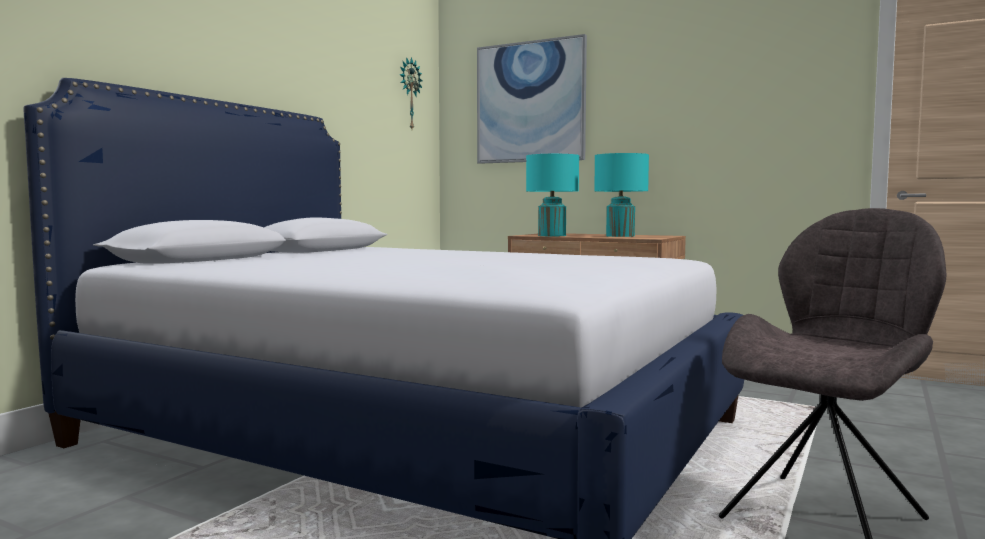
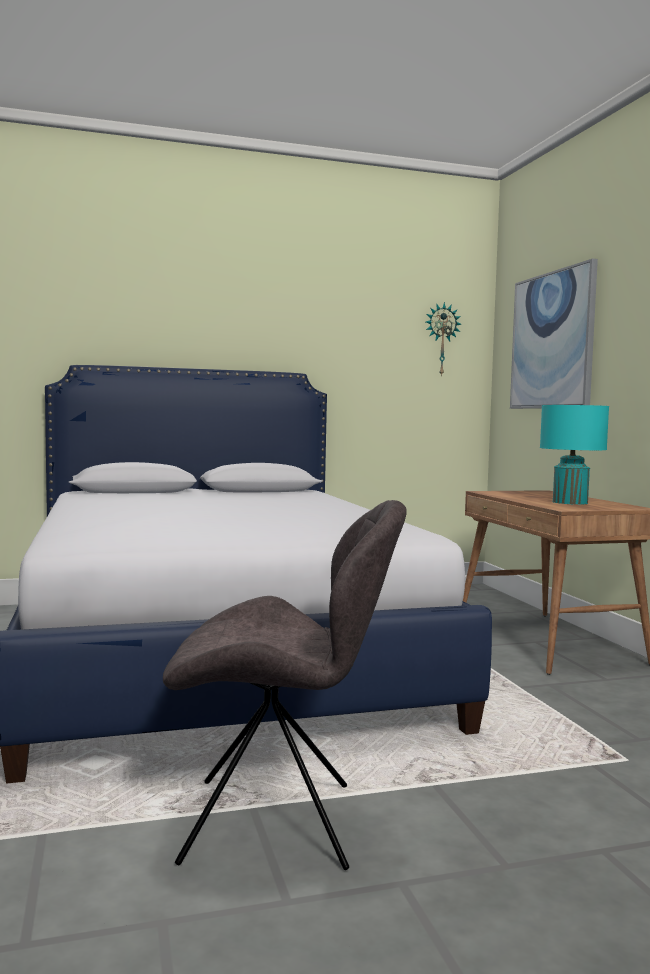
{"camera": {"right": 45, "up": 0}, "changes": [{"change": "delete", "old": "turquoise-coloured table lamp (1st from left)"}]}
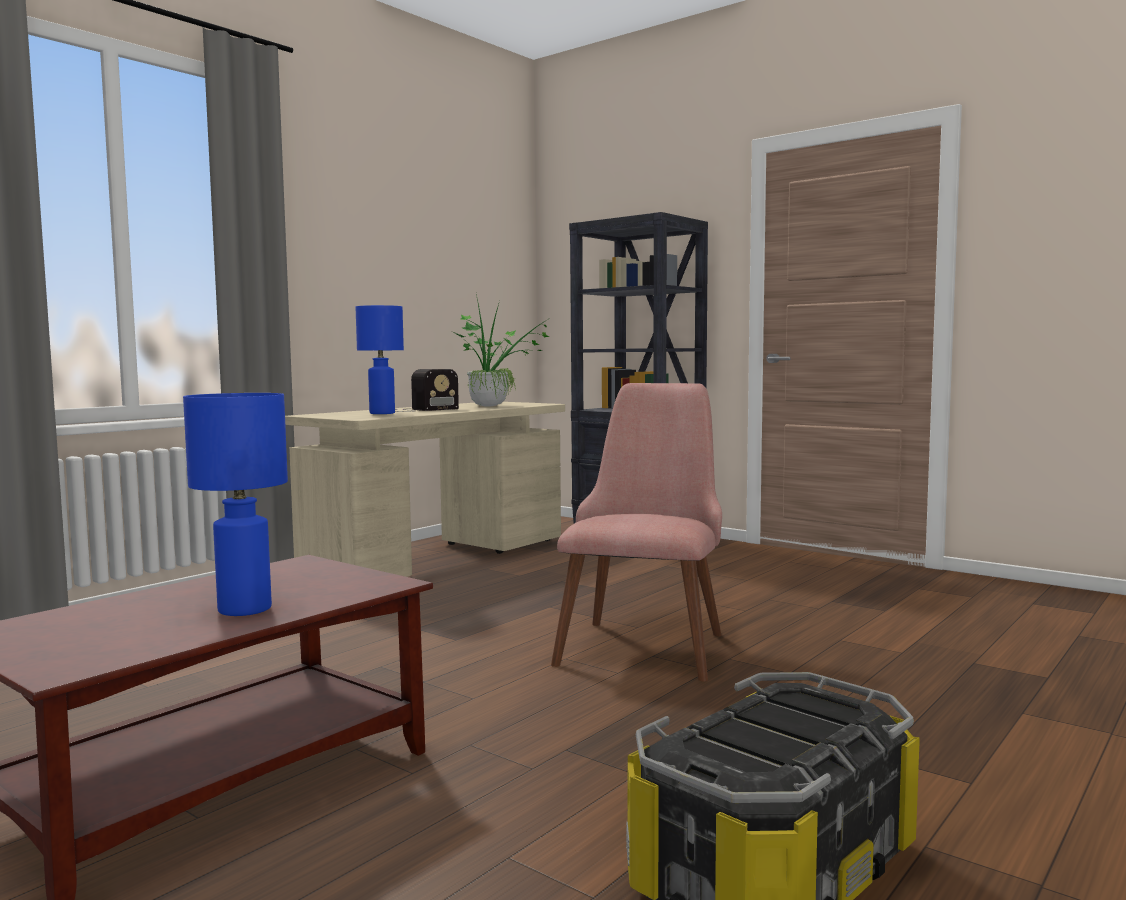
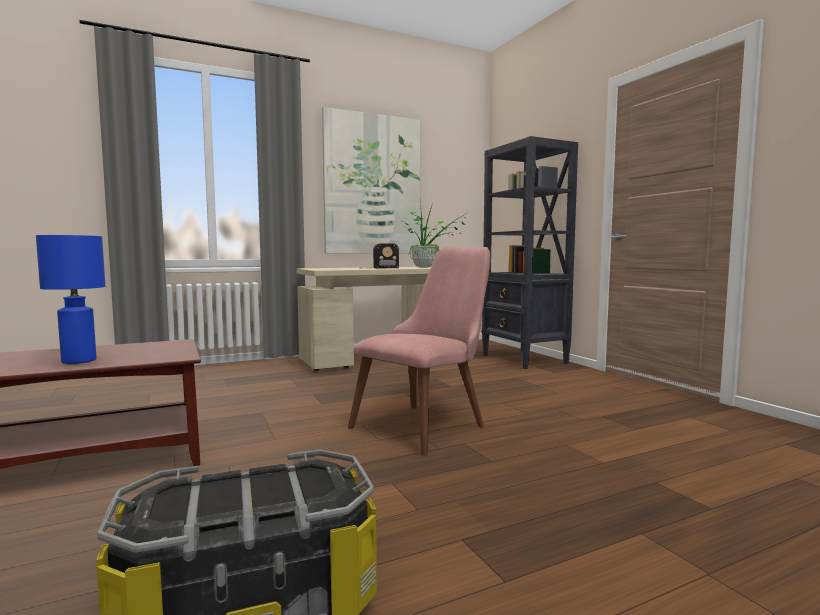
{"camera": {"right": 25, "up": 0}, "changes": [{"change": "insert", "new": "picture"}, {"change": "delete", "old": "bluish table lamp (2nd from left)"}]}
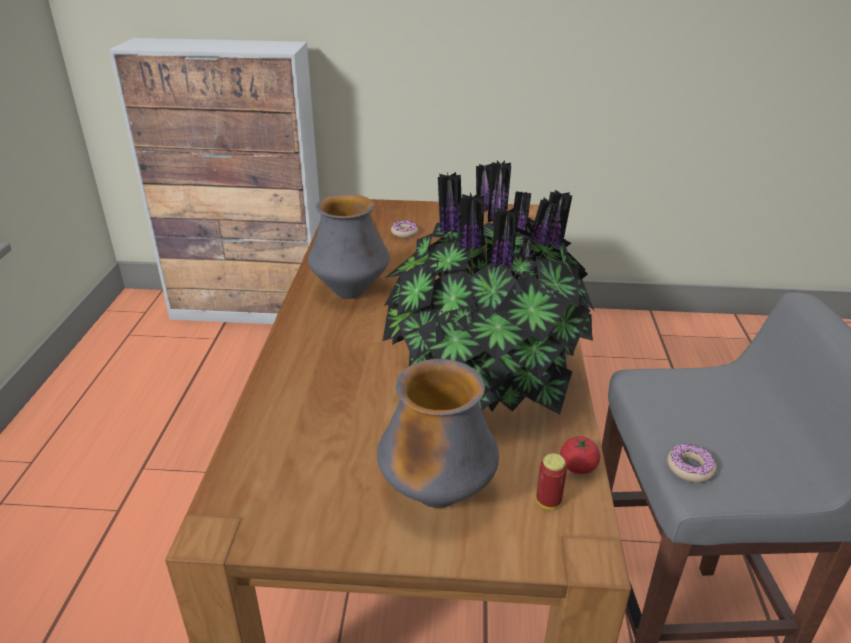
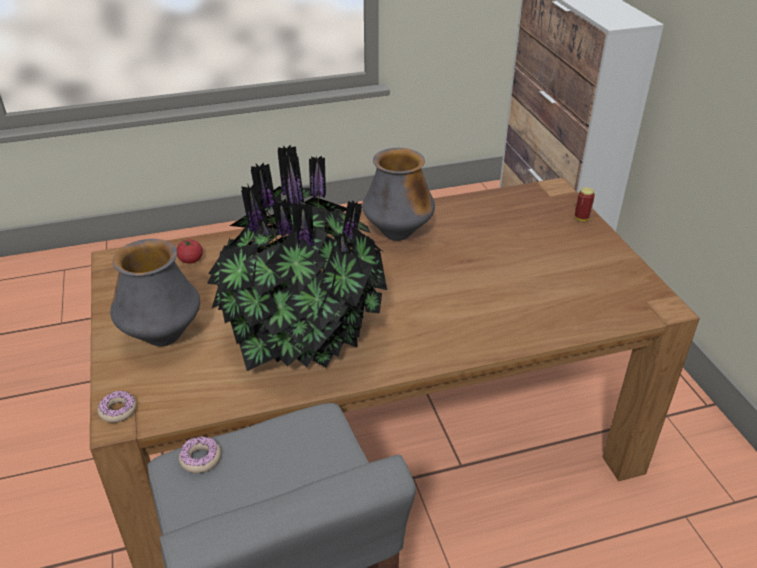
{"camera": {"right": 70, "up": 5}, "changes": [{"change": "move", "old": "donut (1st from left)"}, {"change": "move", "old": "fresh tomato"}, {"change": "move", "old": "metal can"}]}
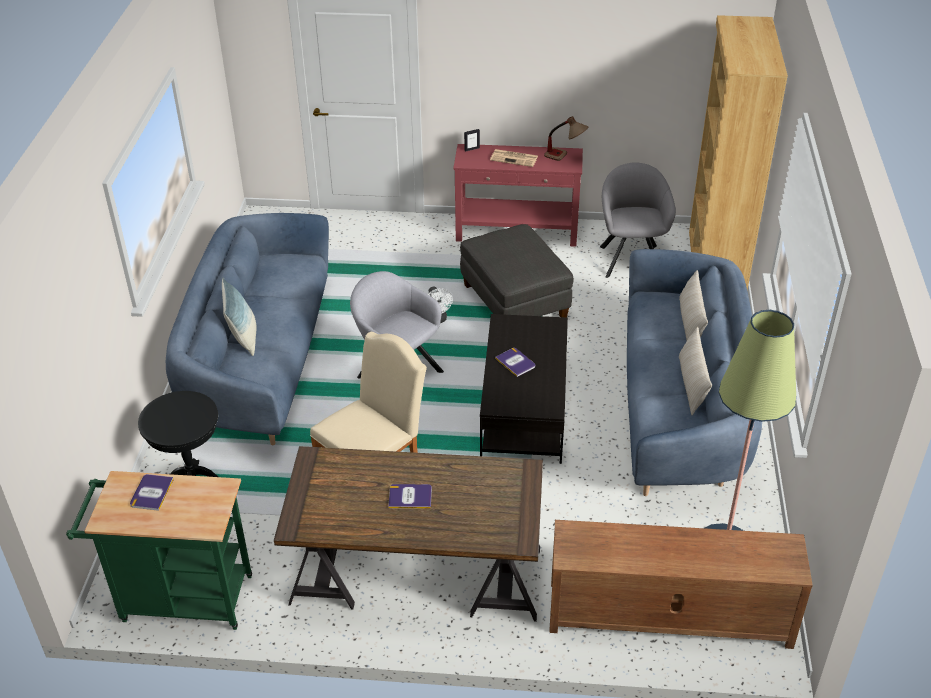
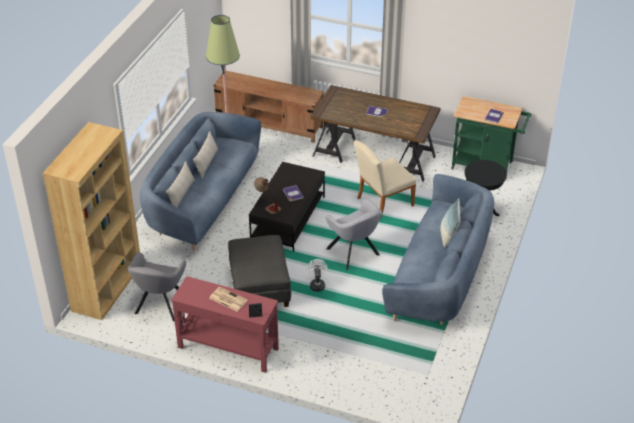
{"camera": {"right": -165, "up": 0}, "changes": [{"change": "move", "old": "table lamp"}]}
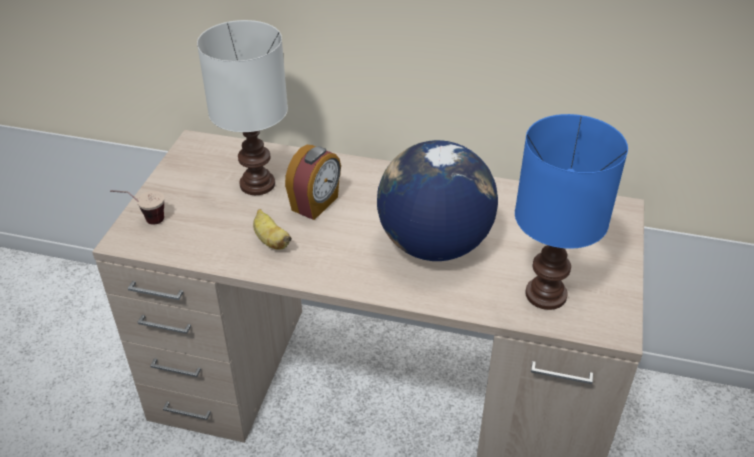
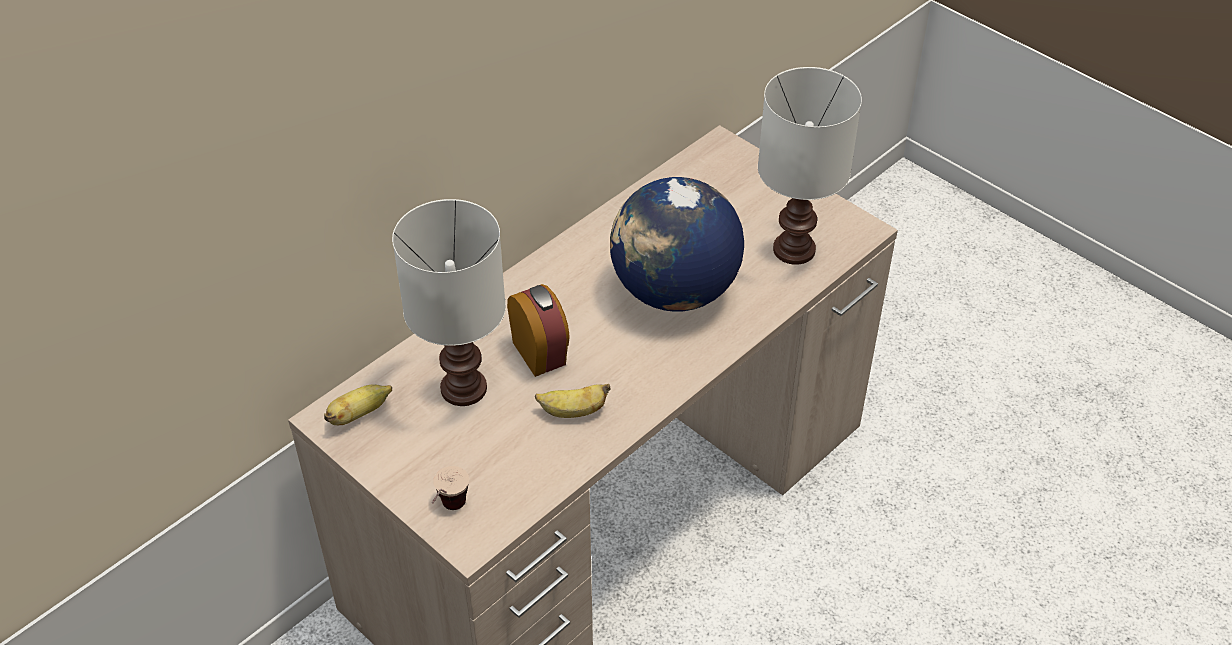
{"camera": {"right": -60, "up": 5}, "changes": [{"change": "insert", "new": "banana fruit (1st from left)"}, {"change": "recolor", "old": "bluish table lamp", "new": "white table lamp (2nd from left)"}]}
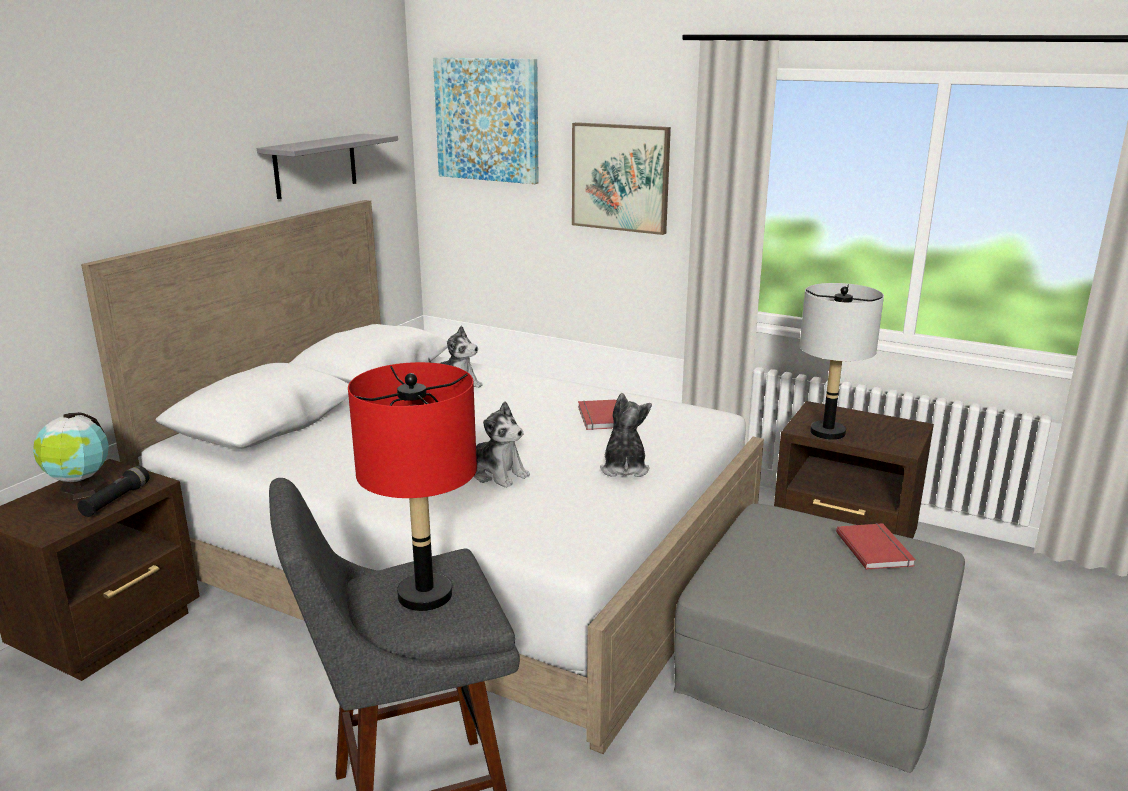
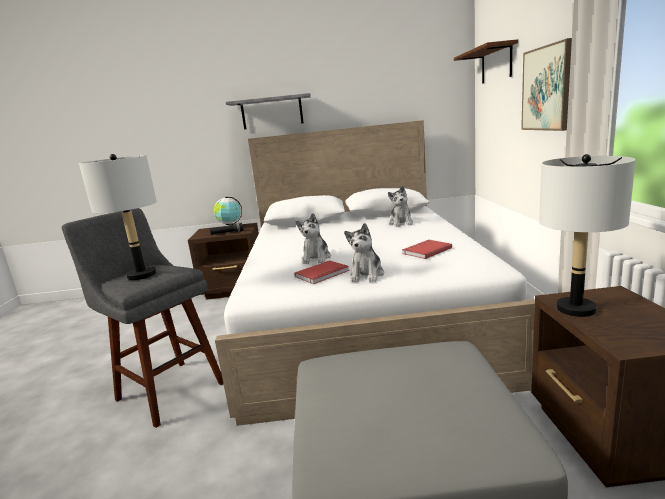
{"camera": {"right": 60, "up": -5}, "changes": [{"change": "recolor", "old": "red-coloured table lamp", "new": "grey table lamp (1st from left)"}, {"change": "move", "old": "grey shelf"}, {"change": "move", "old": "red-coloured volume (2nd from left in the first image)", "new": "red-coloured volume (1st from left)"}, {"change": "rotate", "old": "plush toy (3rd from left in the first image)", "degrees": 135}, {"change": "replace", "old": "picture (1st from left)", "new": "brown shelf"}]}
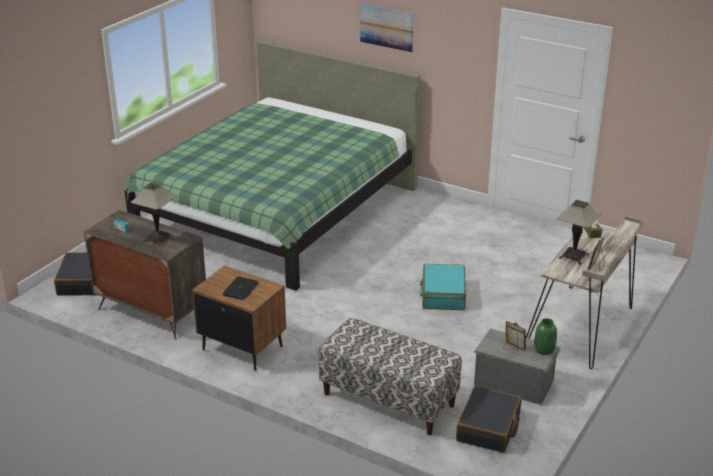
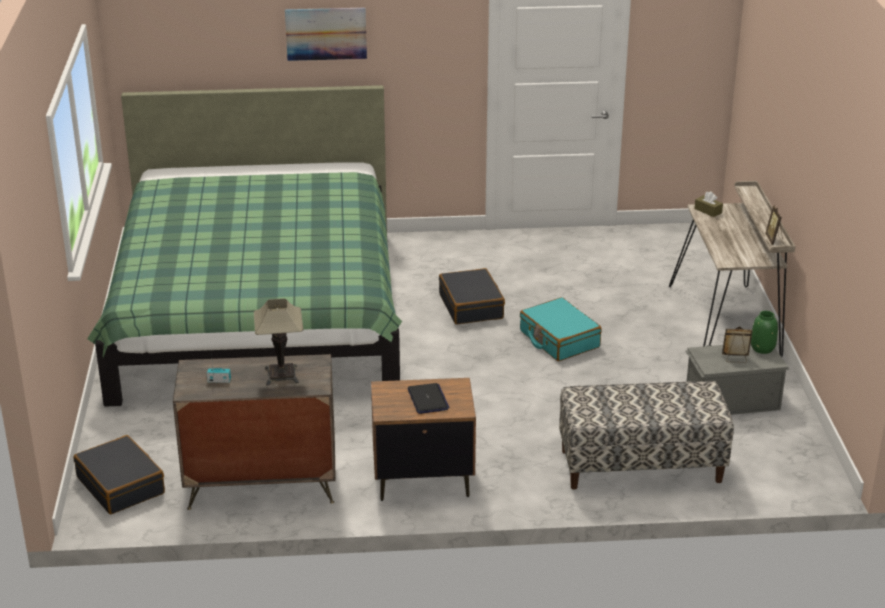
{"camera": {"right": -35, "up": 0}, "changes": [{"change": "move", "old": "black piece of luggage (2nd from left)"}, {"change": "delete", "old": "table lamp (2nd from left)"}]}
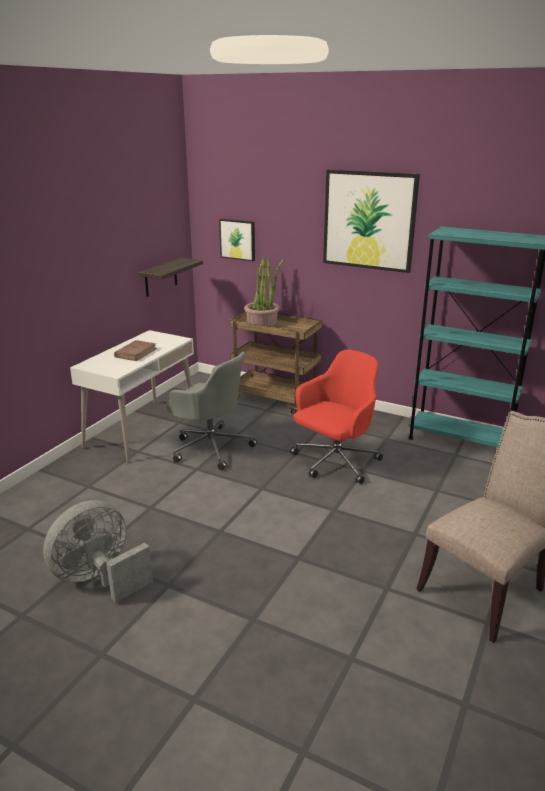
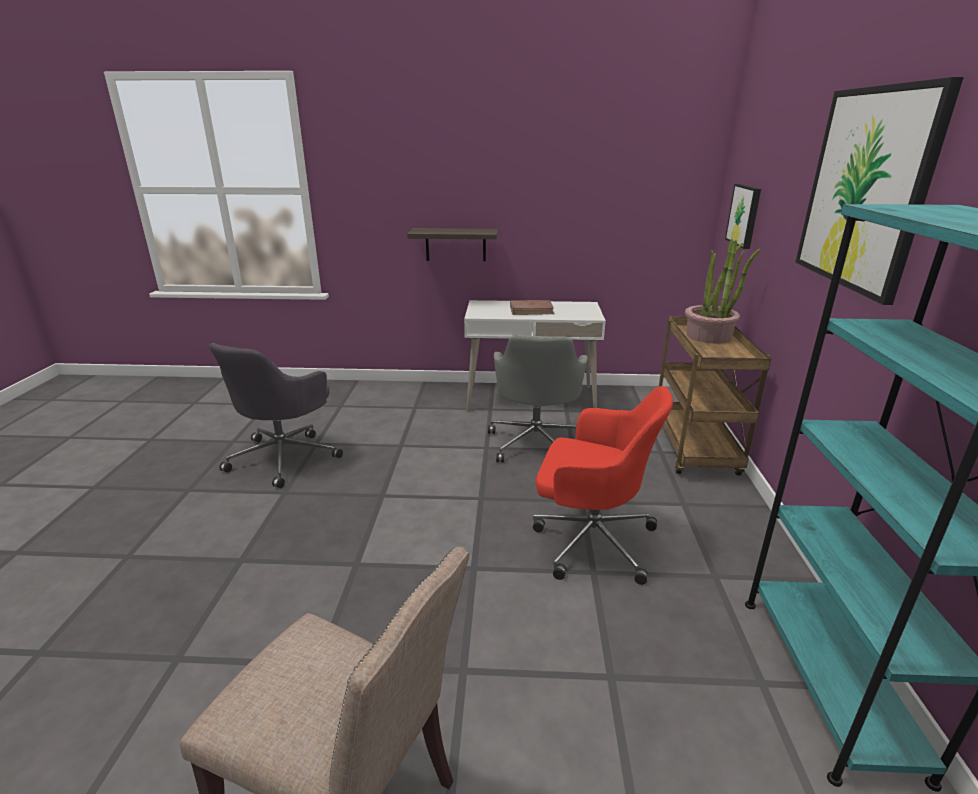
{"camera": {"right": 65, "up": 0}, "changes": [{"change": "replace", "old": "grey fan", "new": "grey office chair (1st from left)"}, {"change": "move", "old": "shelf"}]}
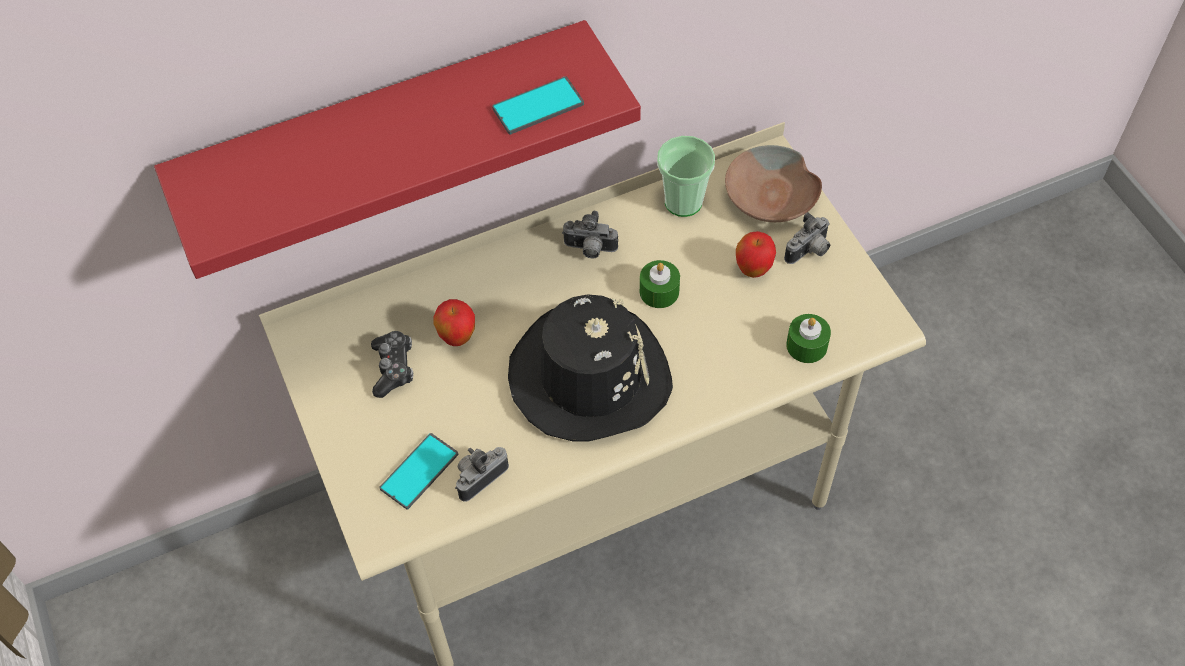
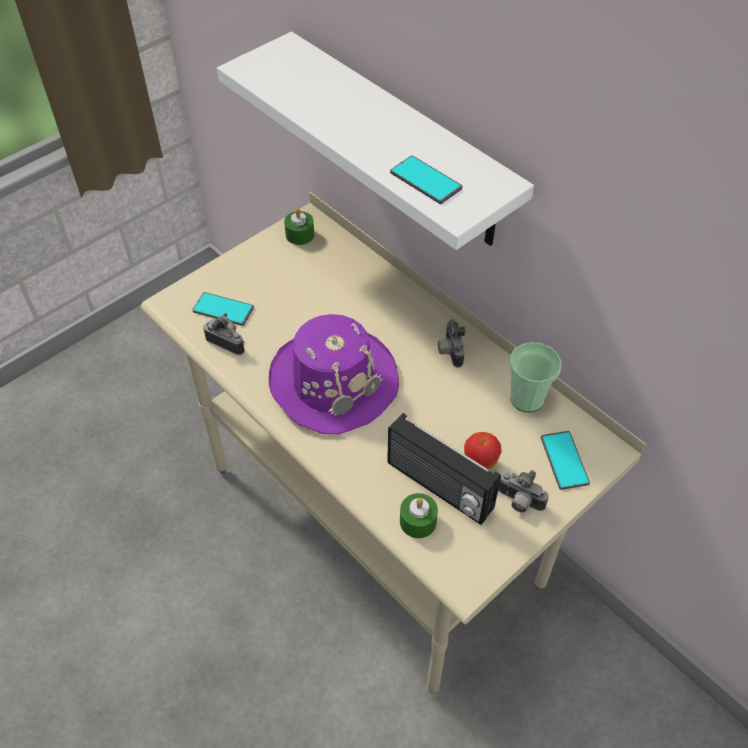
{"camera": {"right": 70, "up": -5}, "changes": [{"change": "recolor", "old": "red-coloured shelf", "new": "white shelf"}, {"change": "recolor", "old": "black wearable hat", "new": "purple-coloured wearable hat"}, {"change": "move", "old": "greenish wax light (1st from left)"}, {"change": "insert", "new": "radio set"}, {"change": "replace", "old": "brown serving bowl", "new": "telephone (3rd from left)"}, {"change": "delete", "old": "game controller"}, {"change": "delete", "old": "apple (1st from left)"}]}
